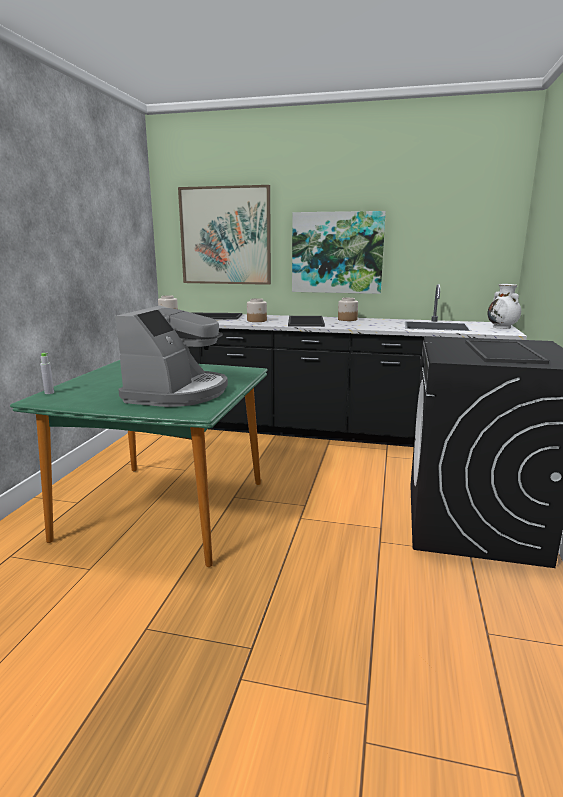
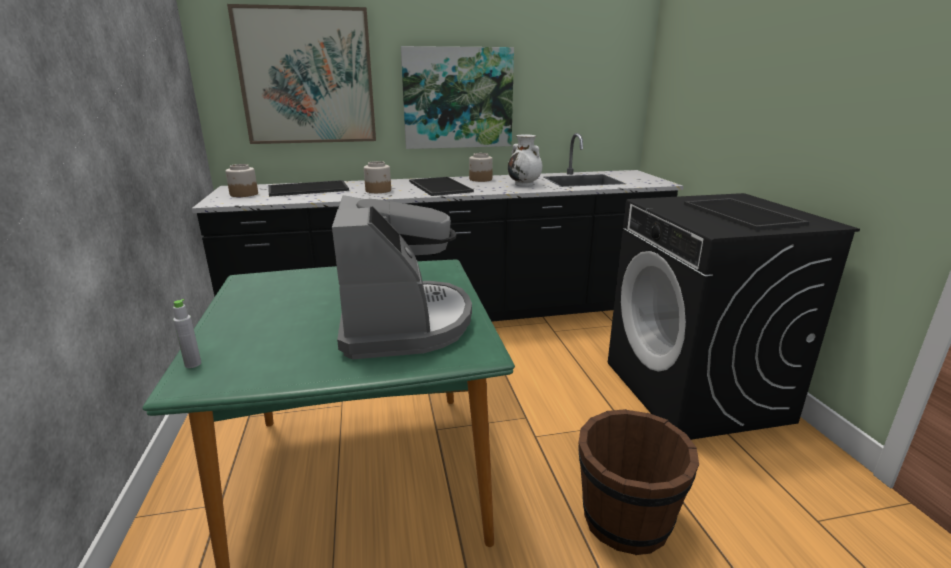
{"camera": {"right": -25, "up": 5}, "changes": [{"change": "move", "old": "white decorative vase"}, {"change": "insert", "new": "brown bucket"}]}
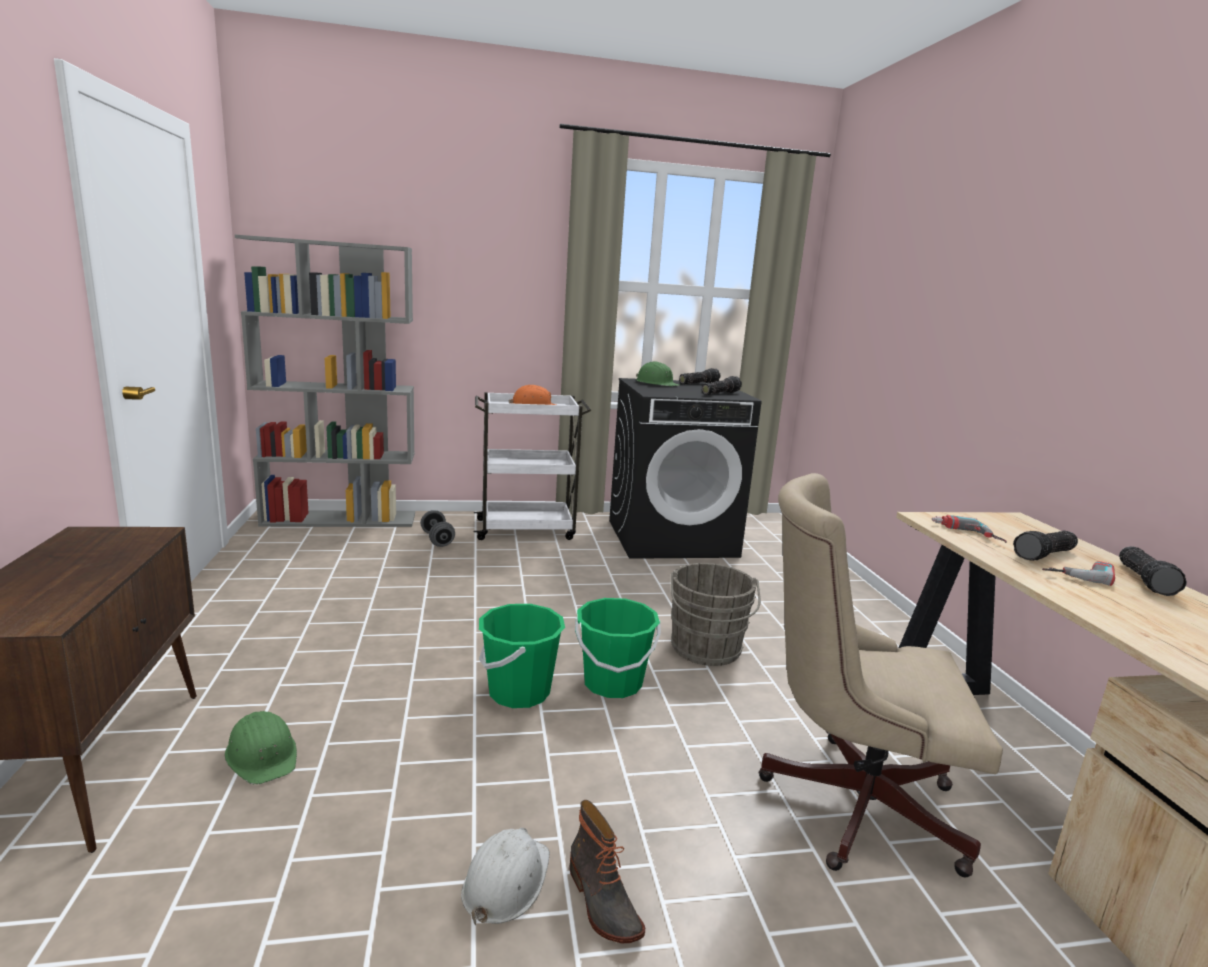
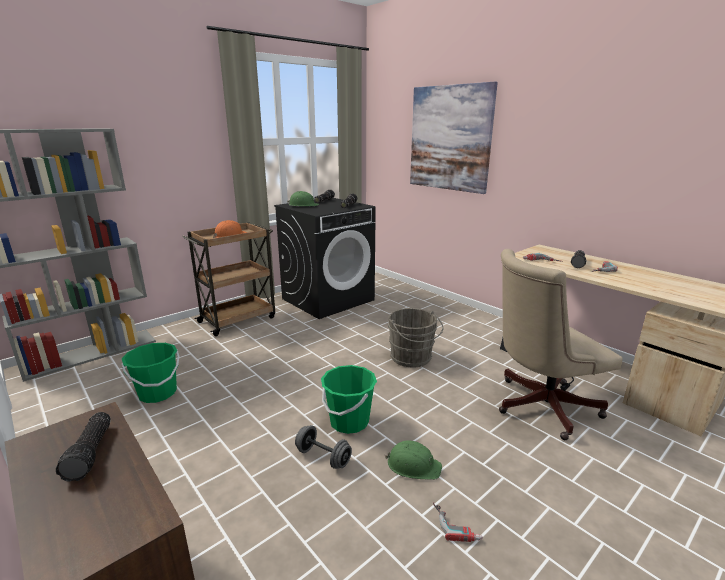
{"camera": {"right": -30, "up": 5}, "changes": [{"change": "move", "old": "flashlight (4th from left in the first image)", "new": "flashlight (1st from left)"}, {"change": "move", "old": "greenish bucket (2nd from left in the first image)", "new": "greenish bucket (1st from left)"}, {"change": "recolor", "old": "white wheeled cart", "new": "brown wheeled cart"}, {"change": "move", "old": "grey hand weight"}, {"change": "move", "old": "greenish work helmet (1st from left in the first image)", "new": "greenish work helmet (2nd from left)"}, {"change": "insert", "new": "picture"}, {"change": "replace", "old": "white work helmet", "new": "drill (1st from left)"}, {"change": "delete", "old": "high-top boot"}]}
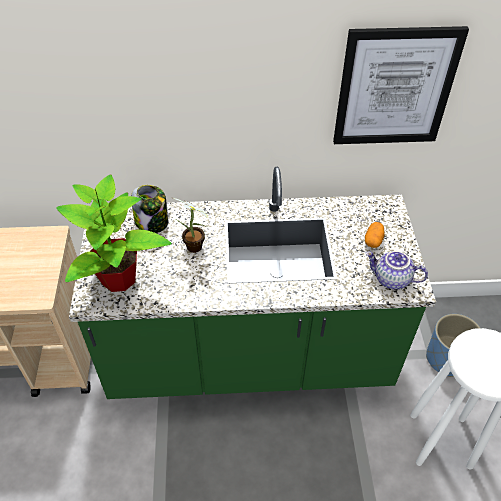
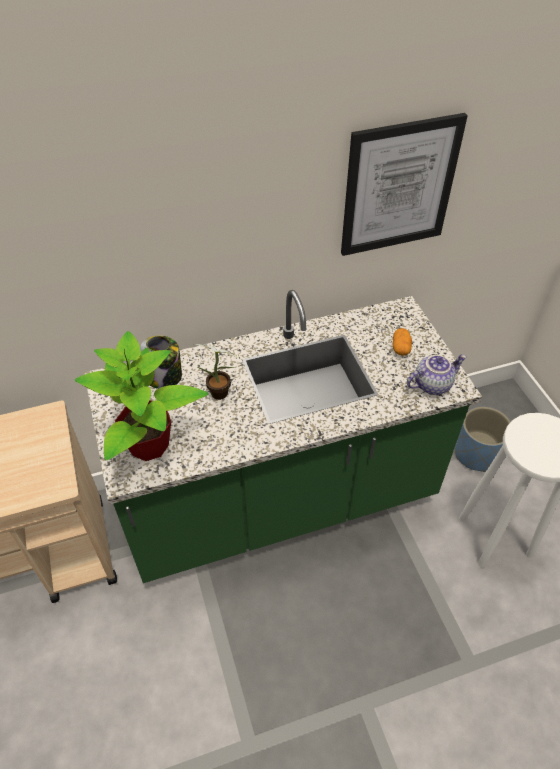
{"camera": {"right": -15, "up": 0}, "changes": [{"change": "rotate", "old": "pot for tea", "degrees": 150}]}
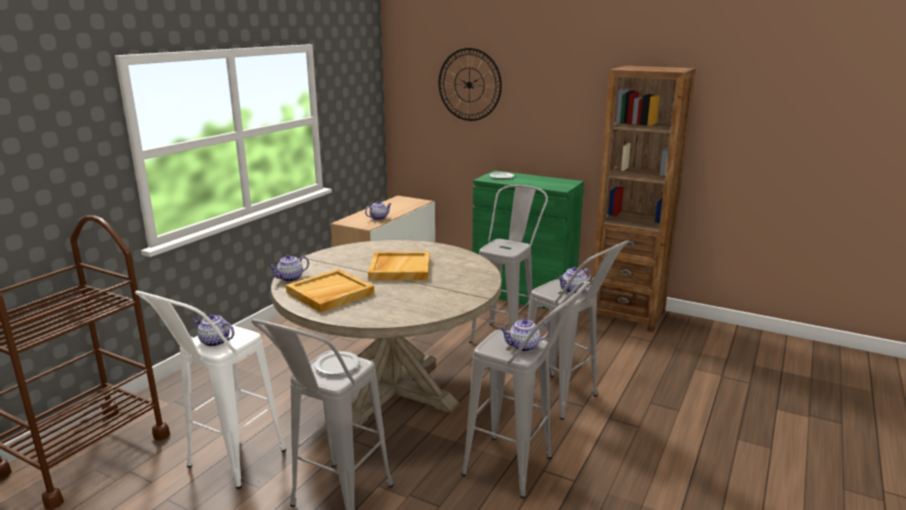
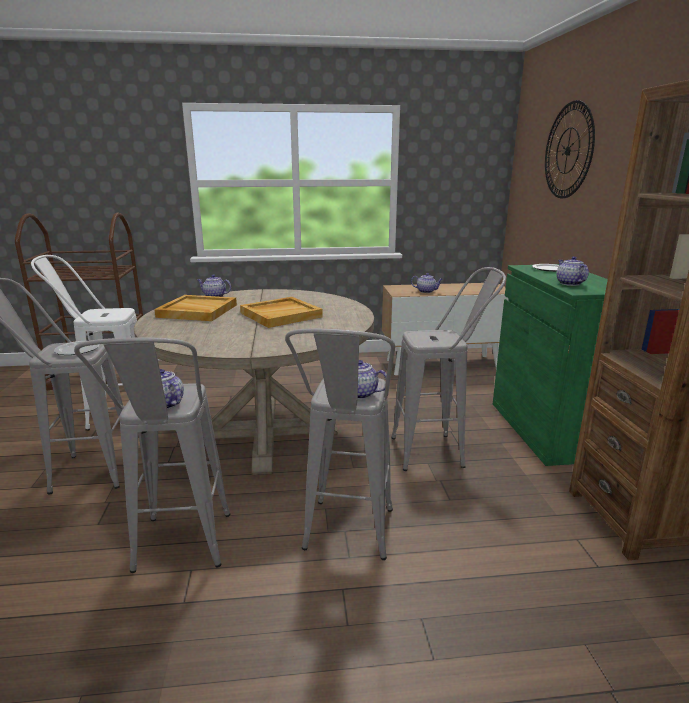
{"camera": {"right": 55, "up": 0}, "changes": [{"change": "move", "old": "pot for tea (1st from left in the first image)", "new": "pot for tea (5th from left)"}]}
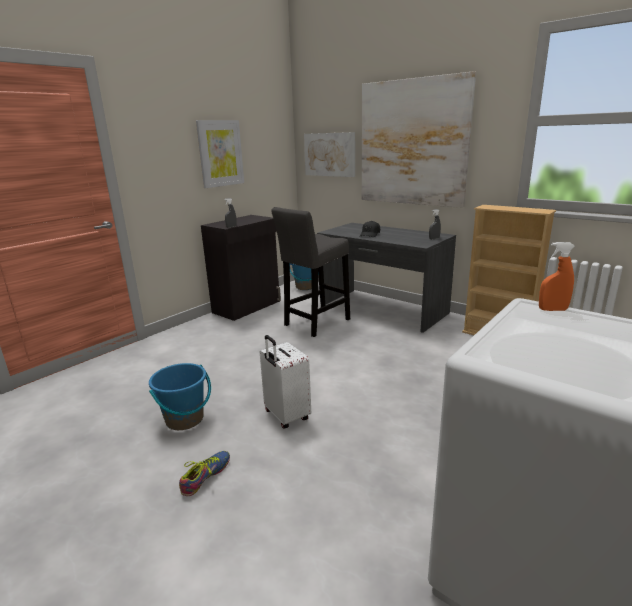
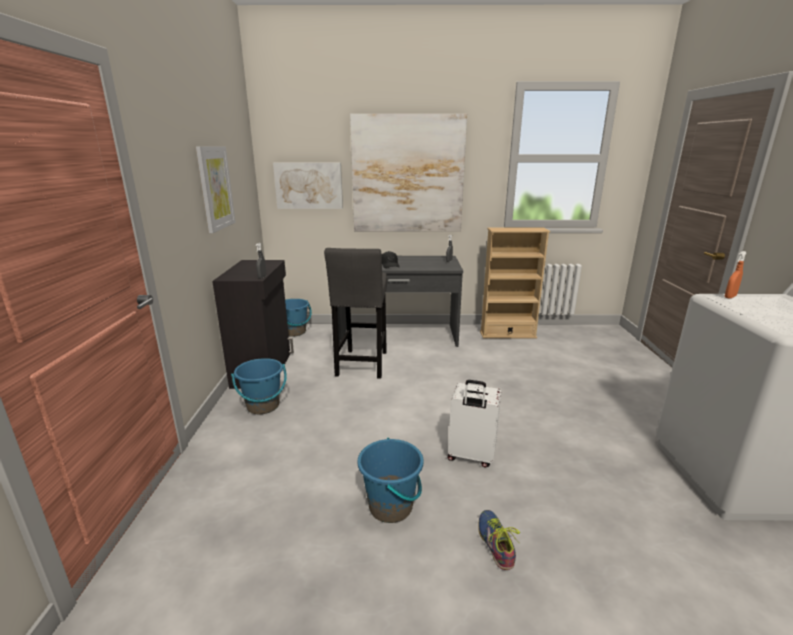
{"camera": {"right": -40, "up": 0}, "changes": [{"change": "insert", "new": "bluish bucket (1st from left)"}]}
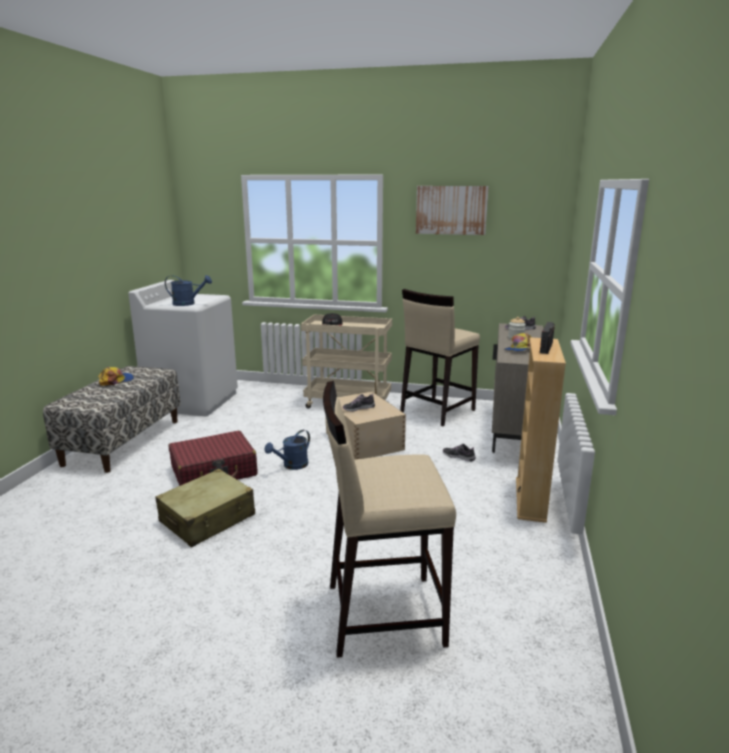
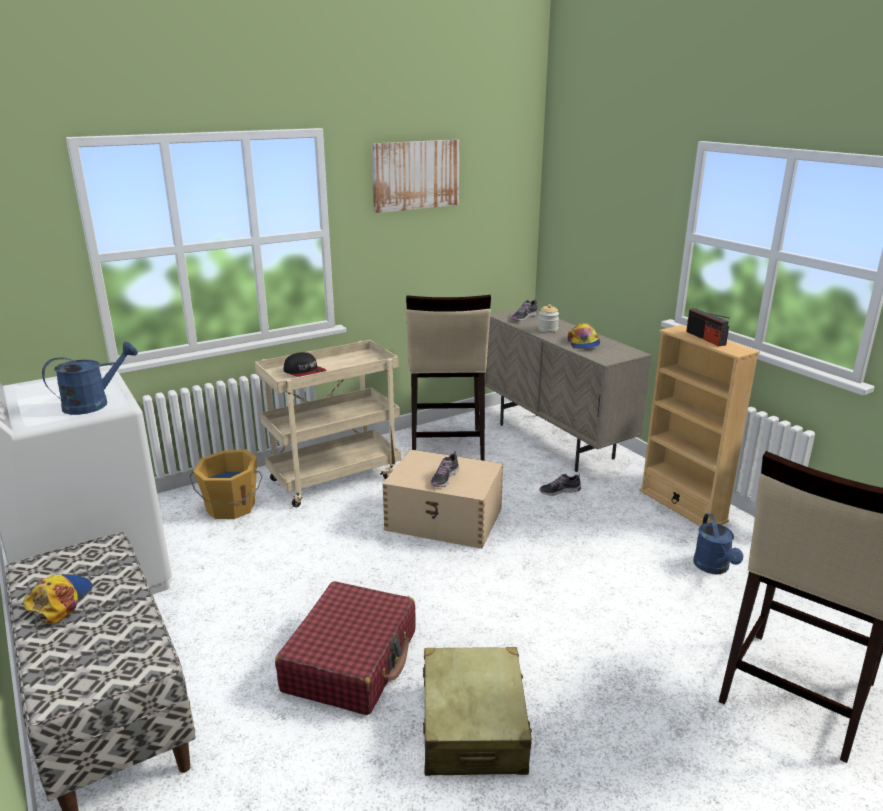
{"camera": {"right": -45, "up": 5}, "changes": [{"change": "insert", "new": "orangey bucket"}, {"change": "move", "old": "bluish watering pot (2nd from left)"}]}
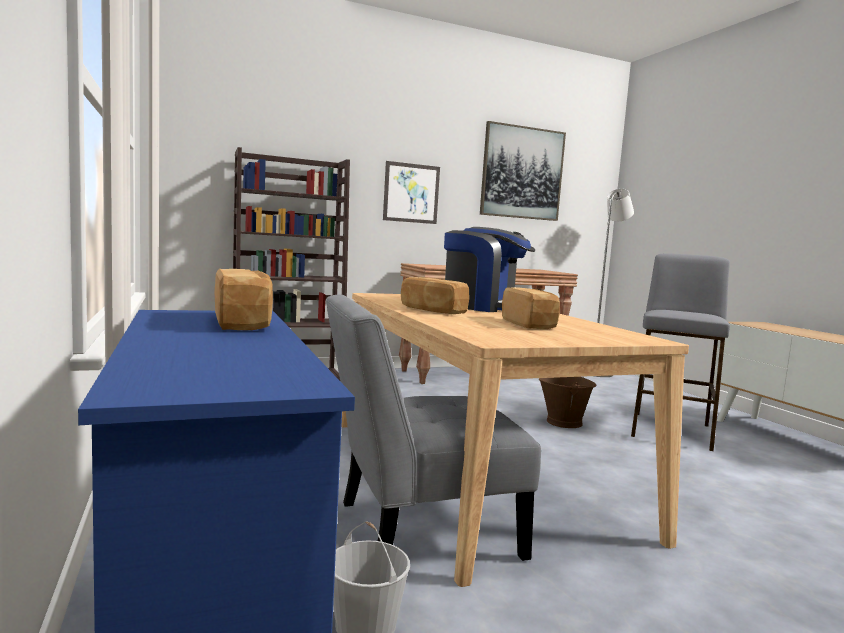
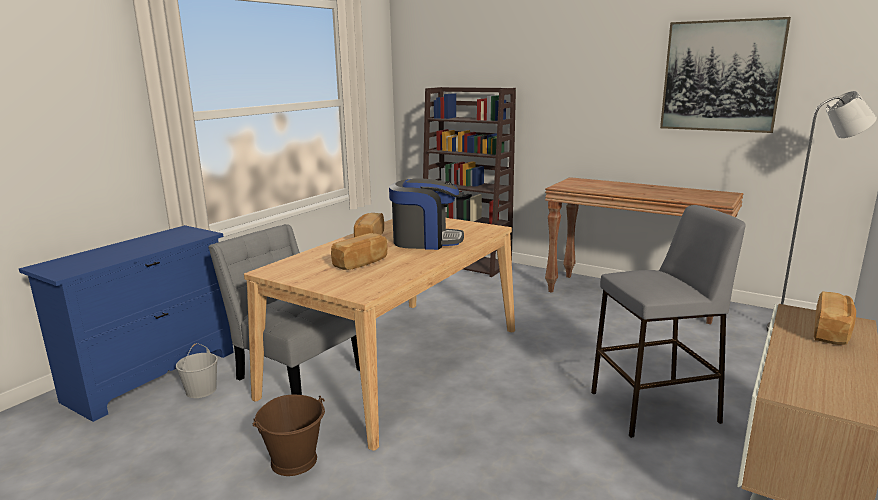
{"camera": {"right": 55, "up": 10}, "changes": [{"change": "move", "old": "brown bucket"}, {"change": "rotate", "old": "coffee brewer", "degrees": -75}, {"change": "move", "old": "bakery bread (1st from left in the first image)", "new": "bakery bread (3rd from left)"}, {"change": "delete", "old": "picture (1st from left)"}]}
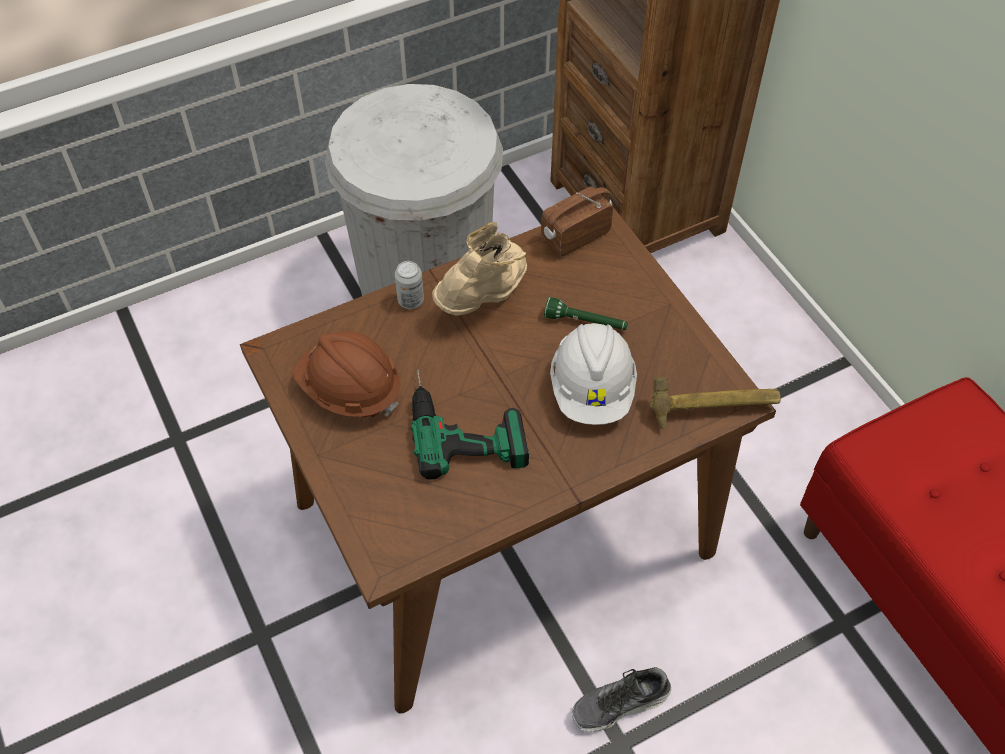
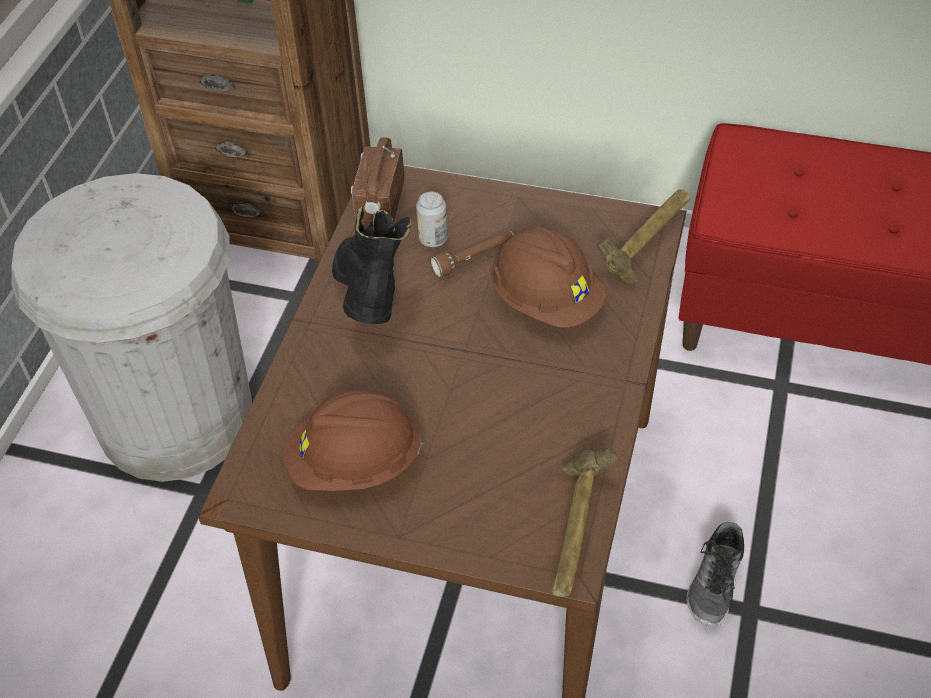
{"camera": {"right": -45, "up": -5}, "changes": [{"change": "recolor", "old": "beige-coloured high-top boot", "new": "black high-top boot"}, {"change": "move", "old": "metal can"}, {"change": "recolor", "old": "greenish flashlight", "new": "brown flashlight"}, {"change": "recolor", "old": "white work helmet", "new": "brown work helmet (2nd from left)"}, {"change": "insert", "new": "hammer (1st from left)"}, {"change": "delete", "old": "drill"}]}
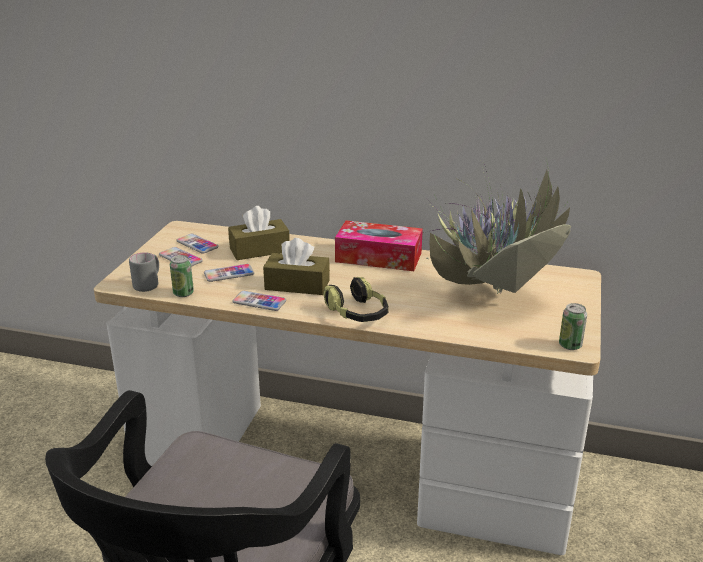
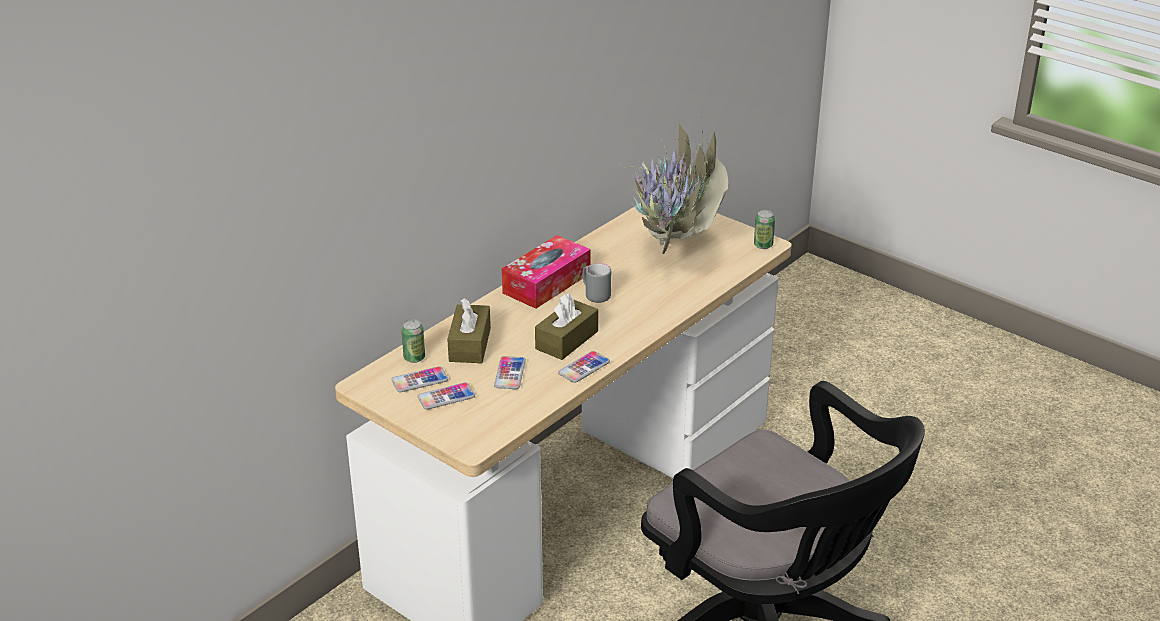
{"camera": {"right": -65, "up": 5}, "changes": [{"change": "move", "old": "metal can (1st from left)"}, {"change": "move", "old": "grey mug"}, {"change": "delete", "old": "headset"}]}
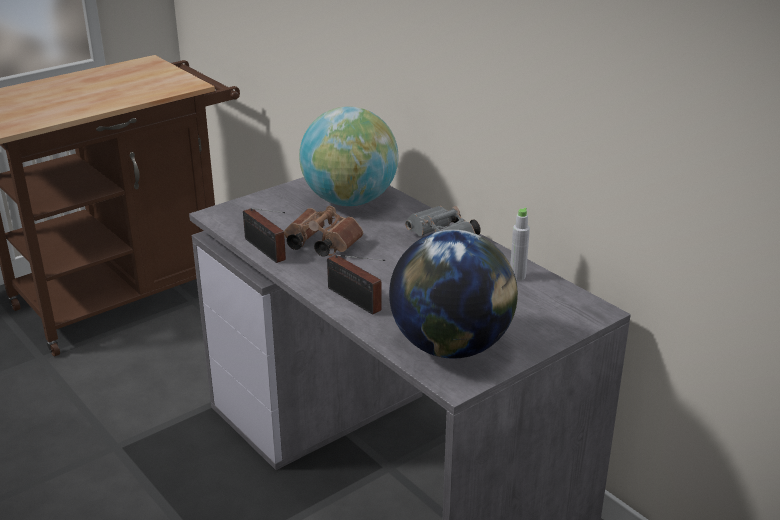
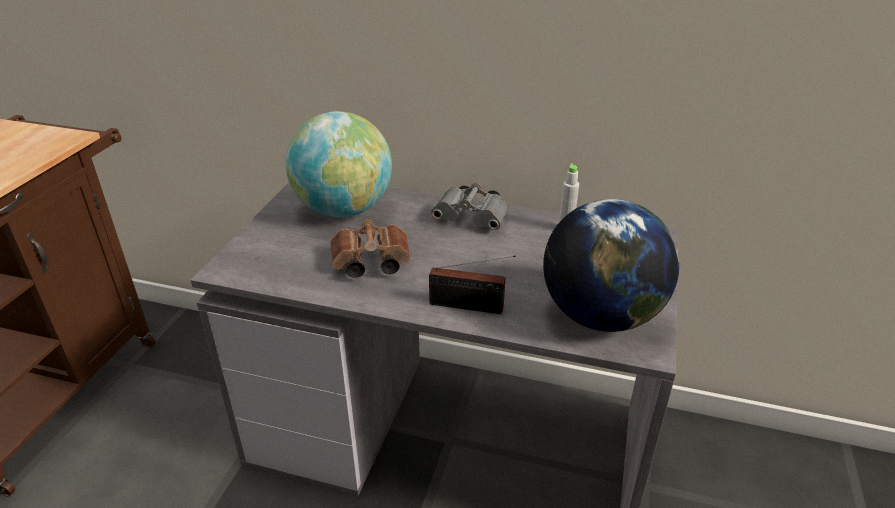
{"camera": {"right": -35, "up": 5}, "changes": [{"change": "delete", "old": "radio set (1st from left)"}]}
